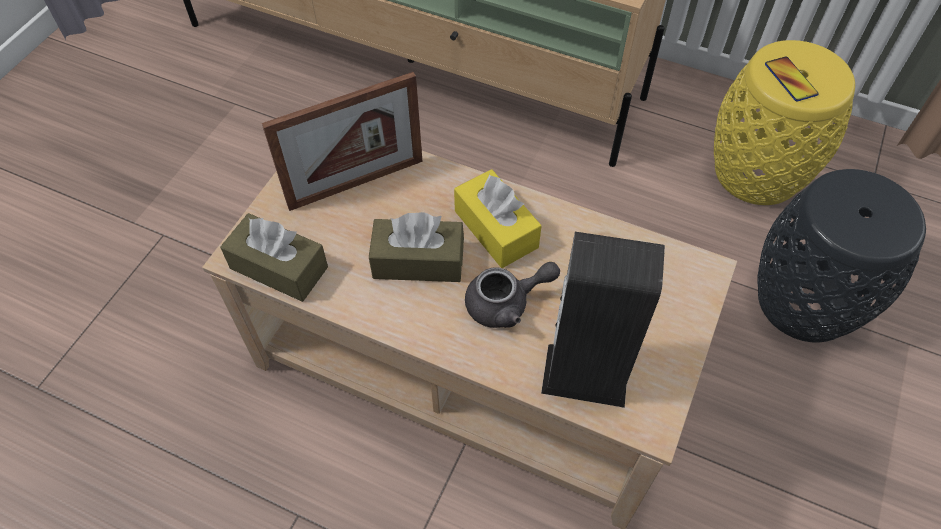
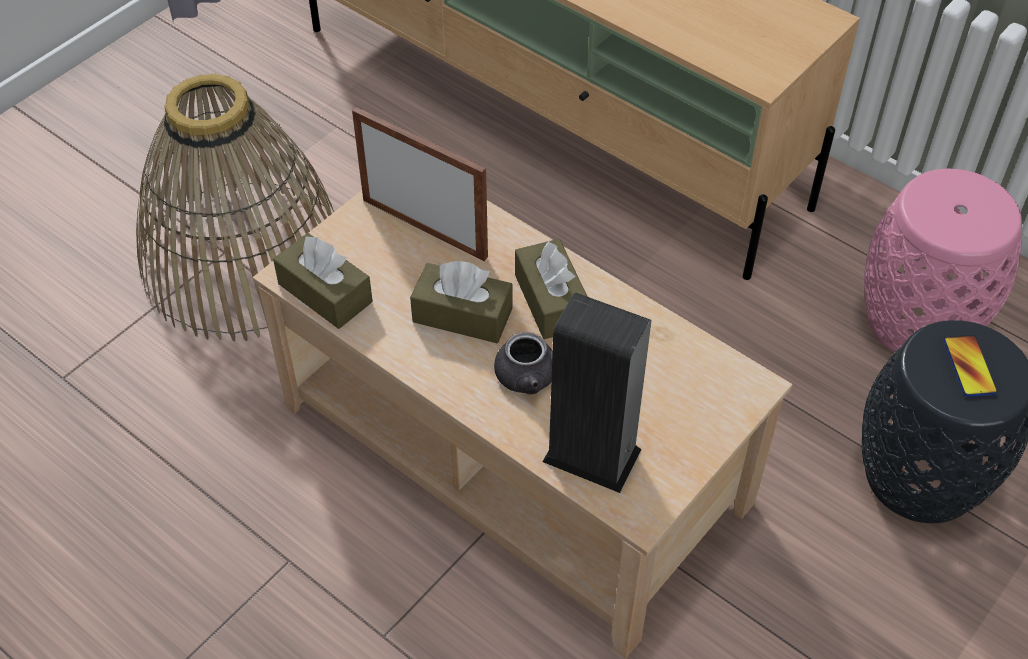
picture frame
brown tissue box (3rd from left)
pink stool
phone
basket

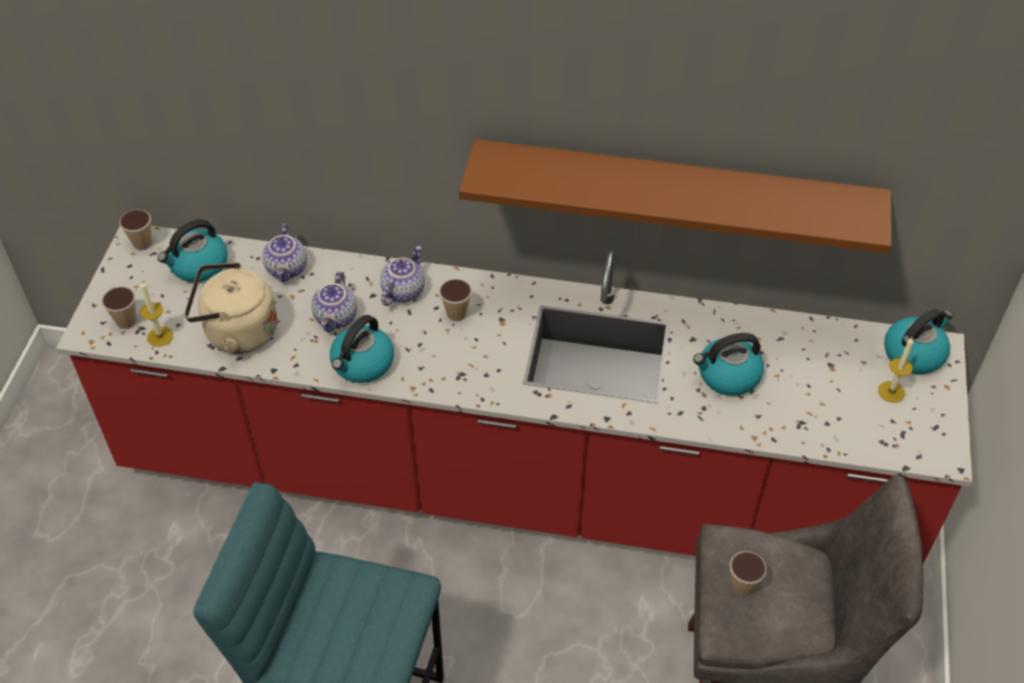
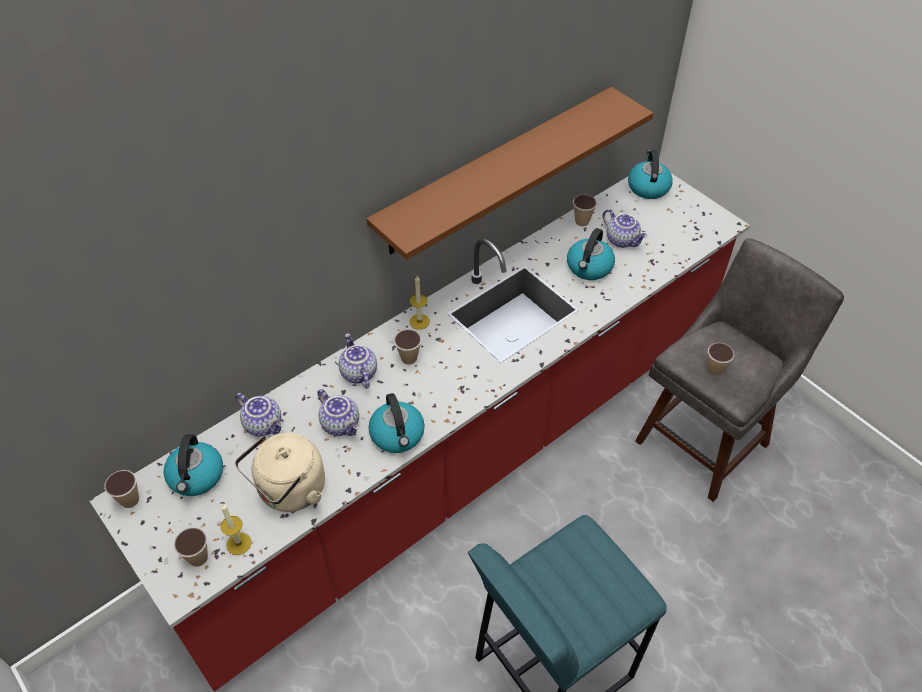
candle (2nd from left)
cup (4th from left)
teapot (4th from left)

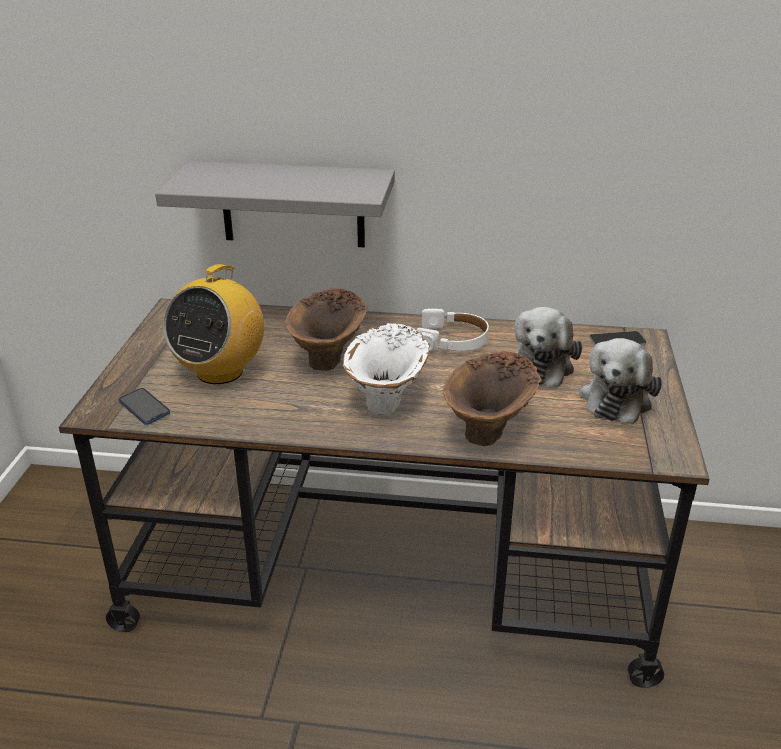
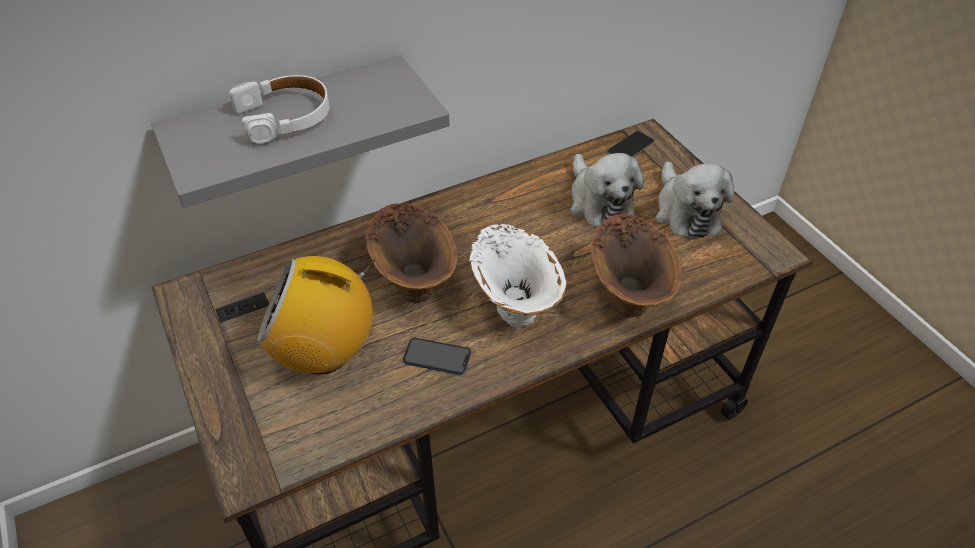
phone (1st from left)
radio
white headphones

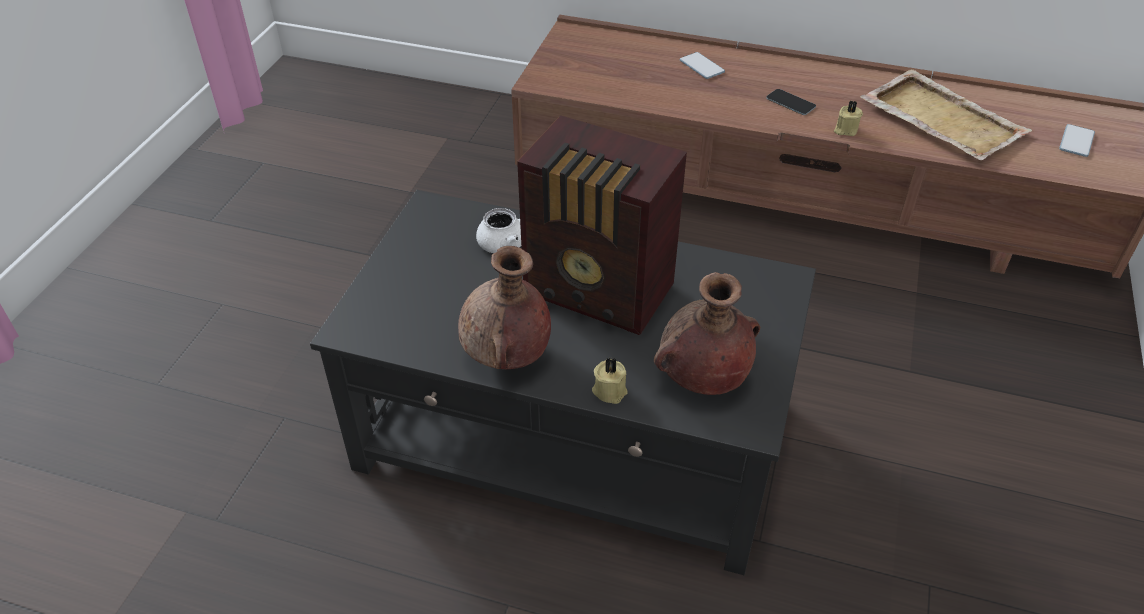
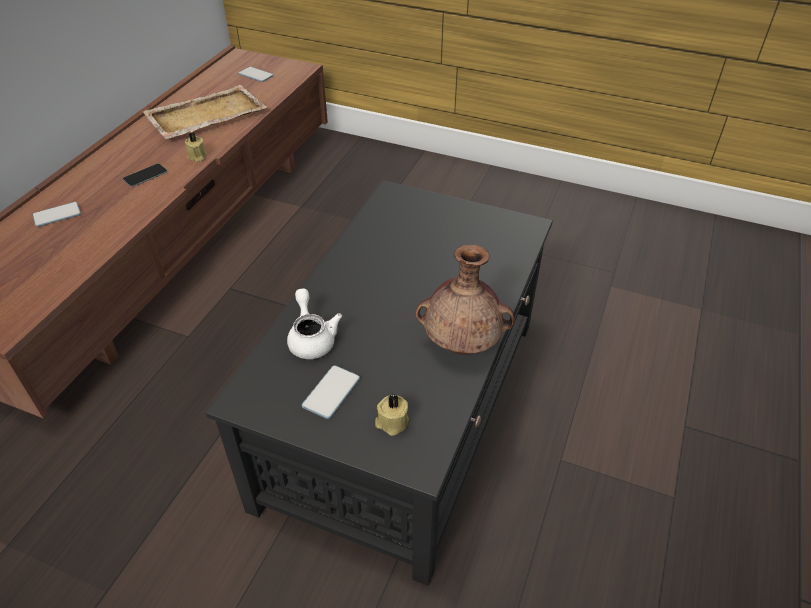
radio
beige candle (2nd from left)
brown vase (2nd from left in the first image)
phone (4th from left)

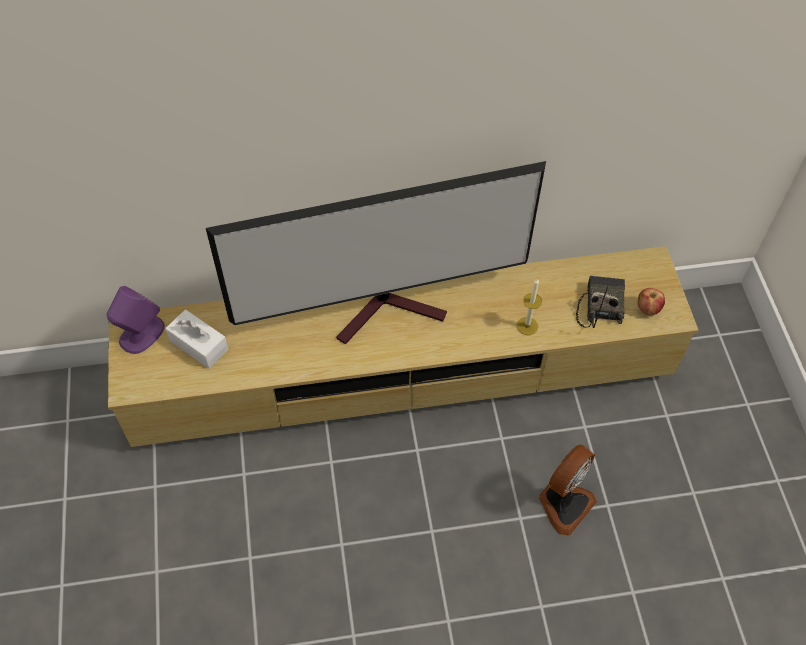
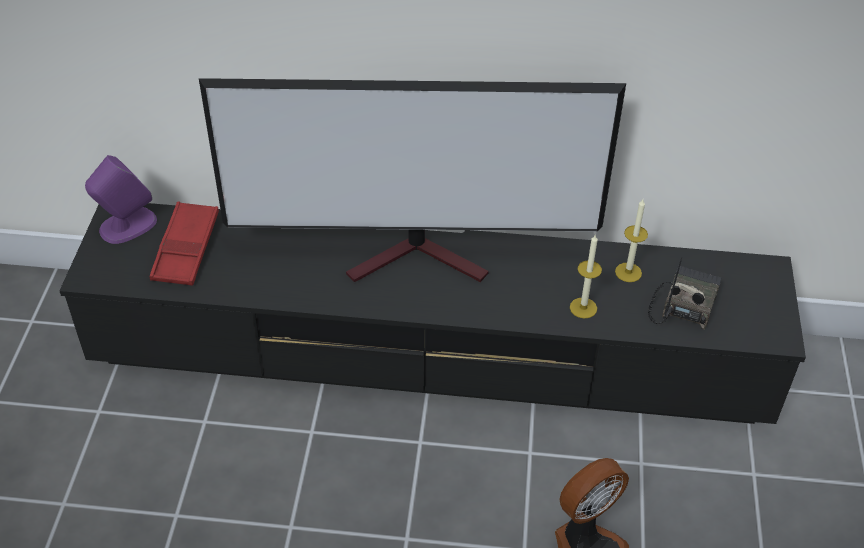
black tv stand
red tray
apple
candle (2nd from left)

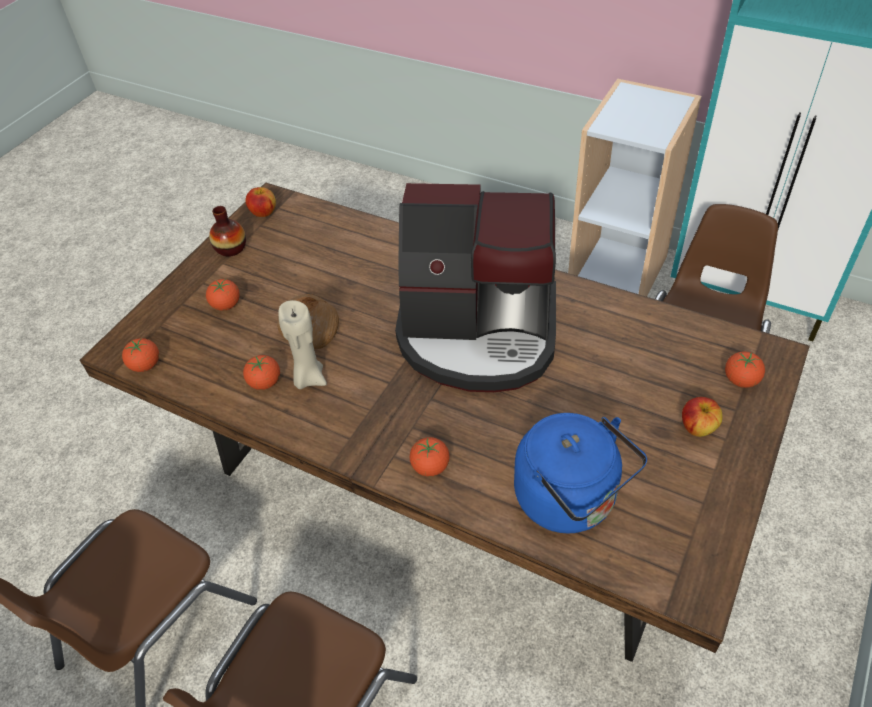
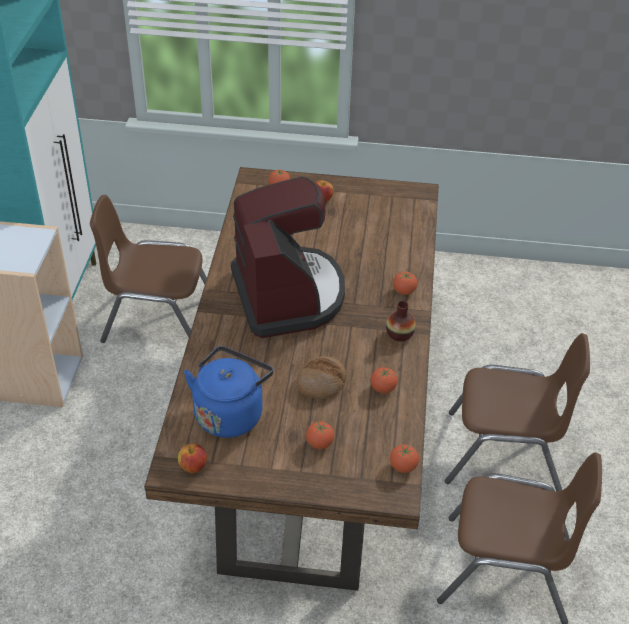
vase
beige candle
blue kettle

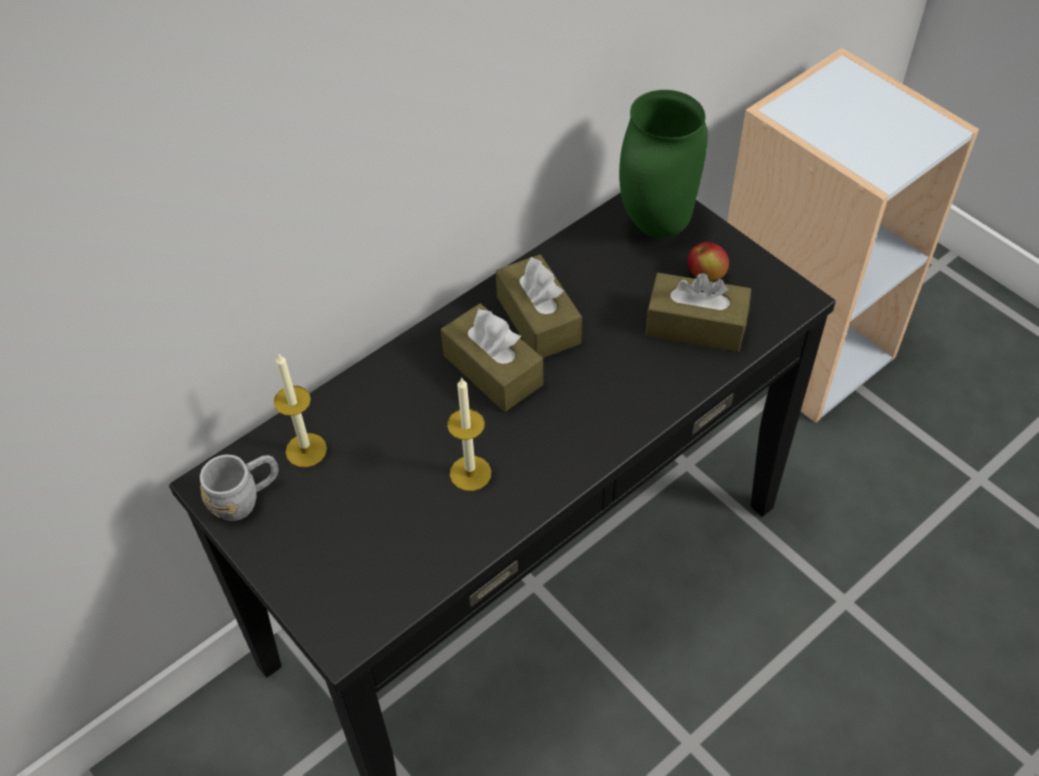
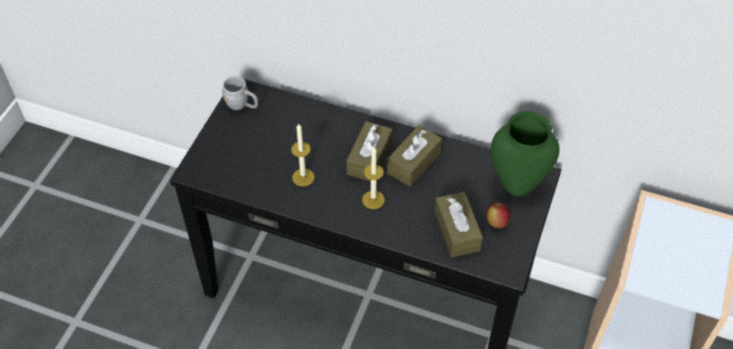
candle (2nd from left)

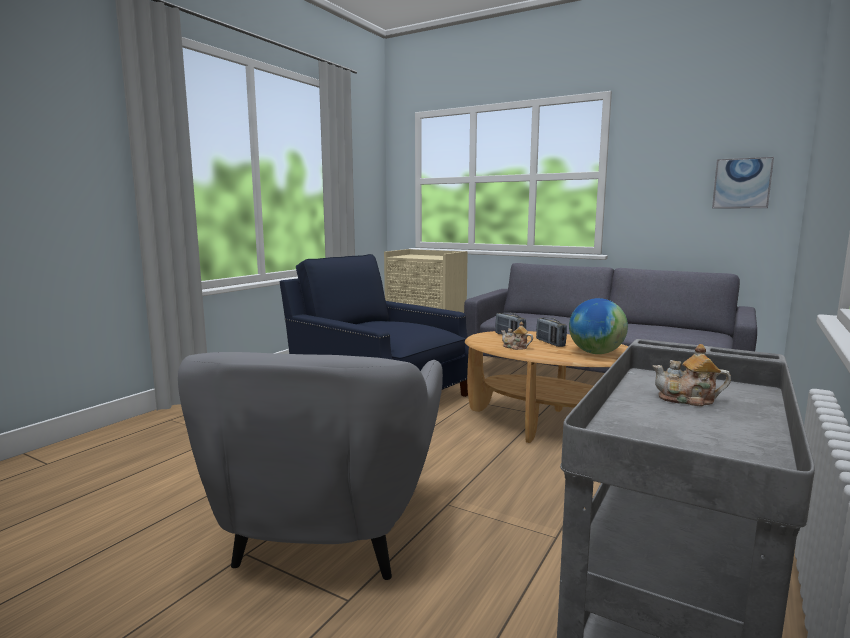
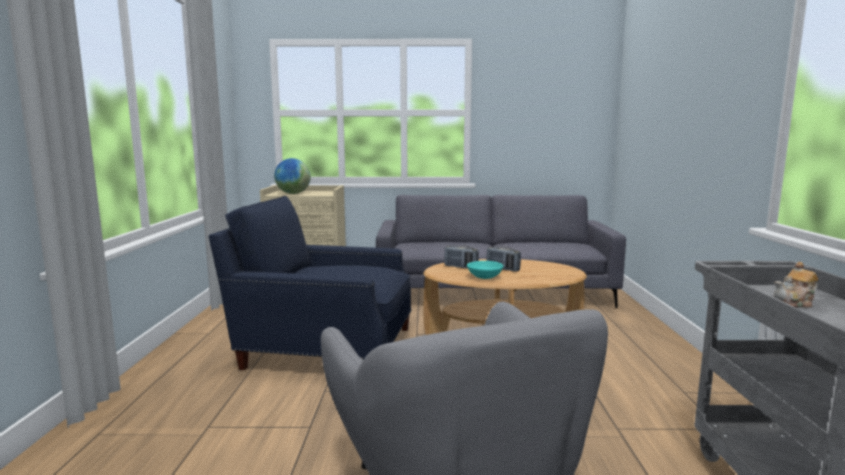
turquoise bowl
globe
picture

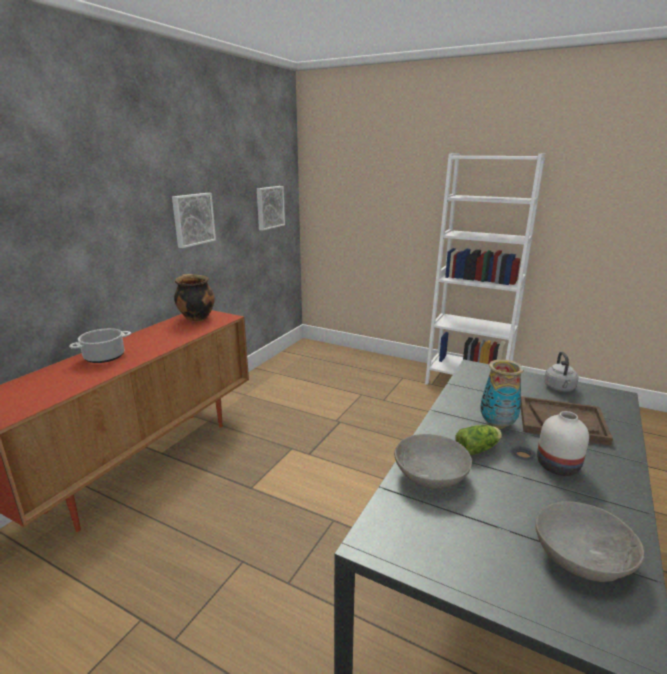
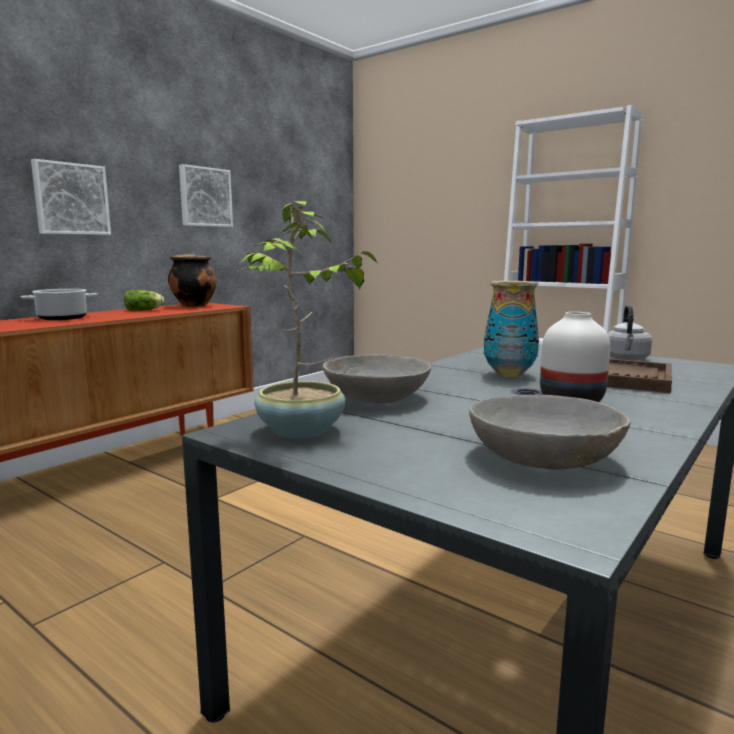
picture (1st from left)
lettuce
potted plant

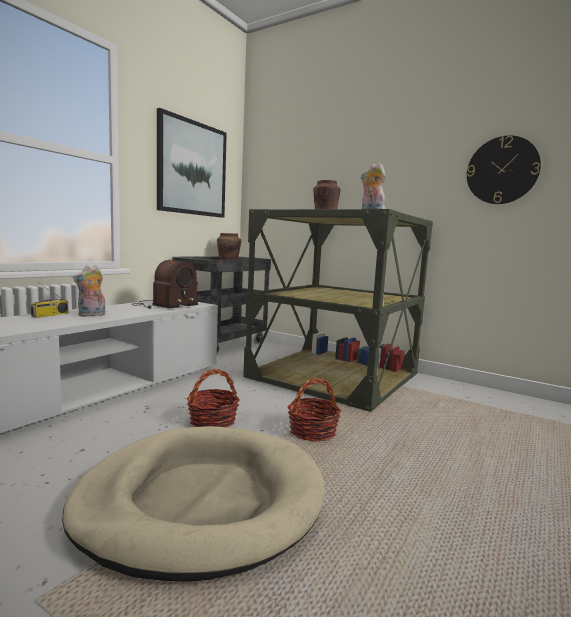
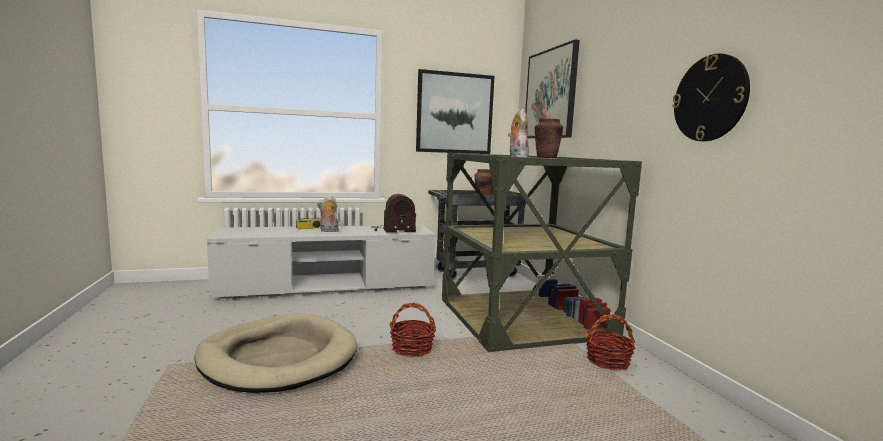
basket (2nd from left)
picture (2nd from left)

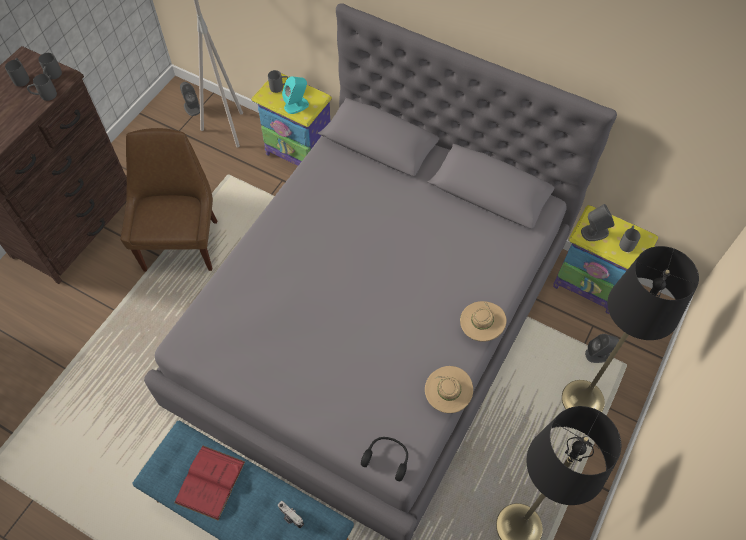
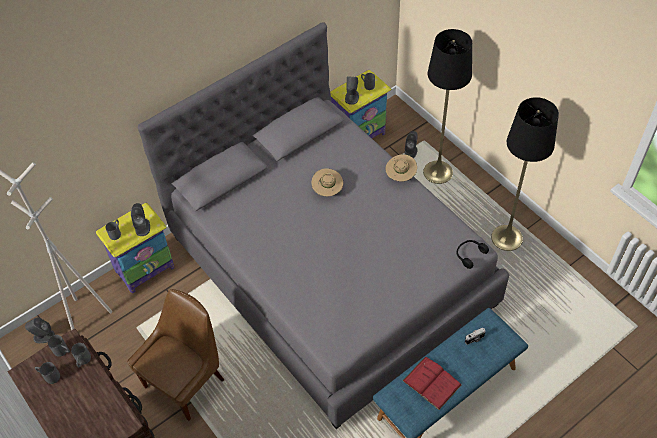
brown chair
grey speaker (2nd from left)
beige hat (1st from left)

